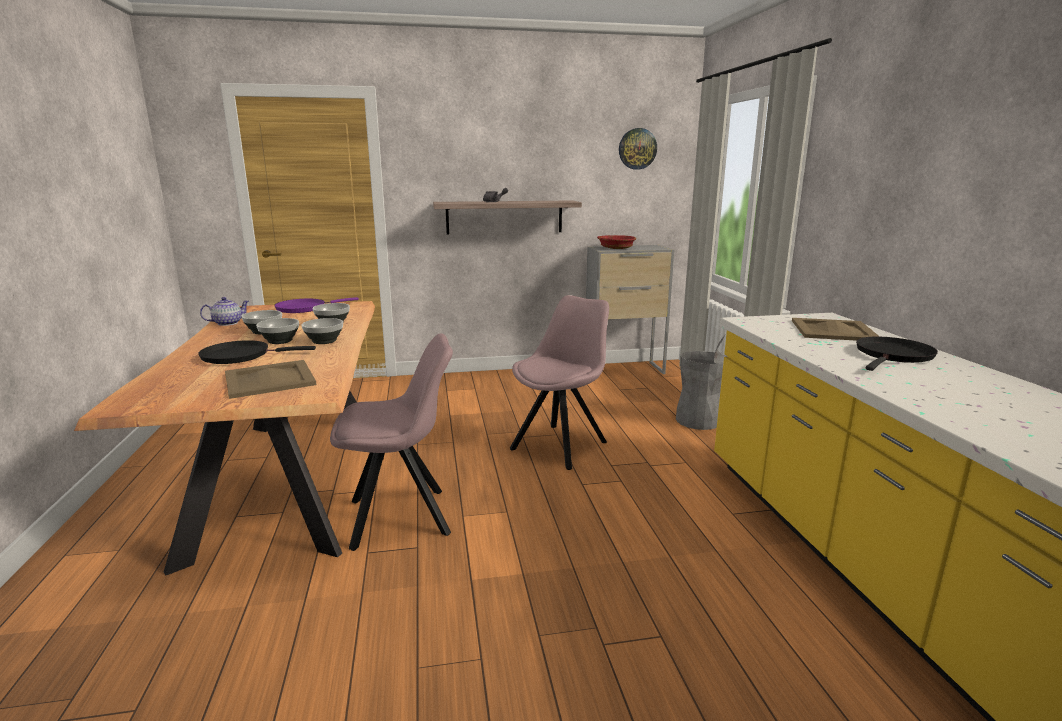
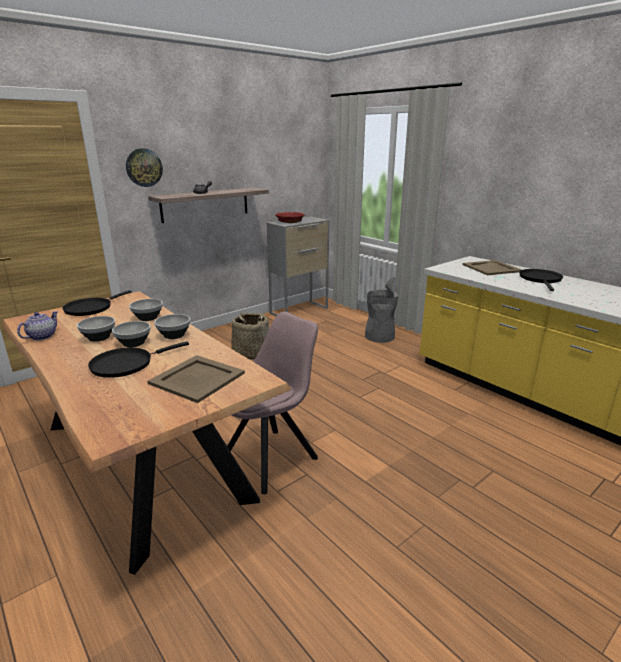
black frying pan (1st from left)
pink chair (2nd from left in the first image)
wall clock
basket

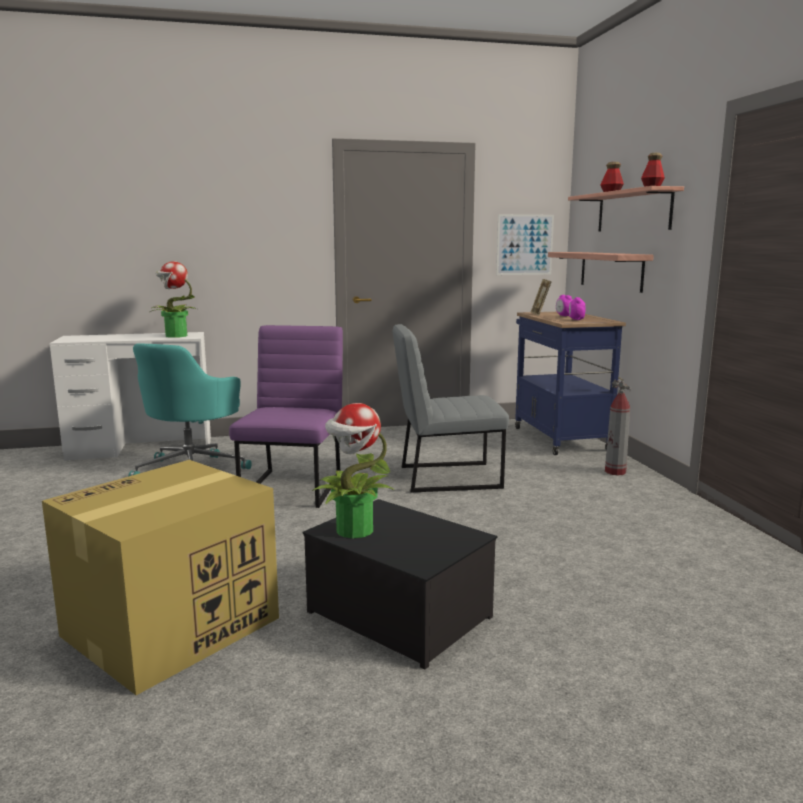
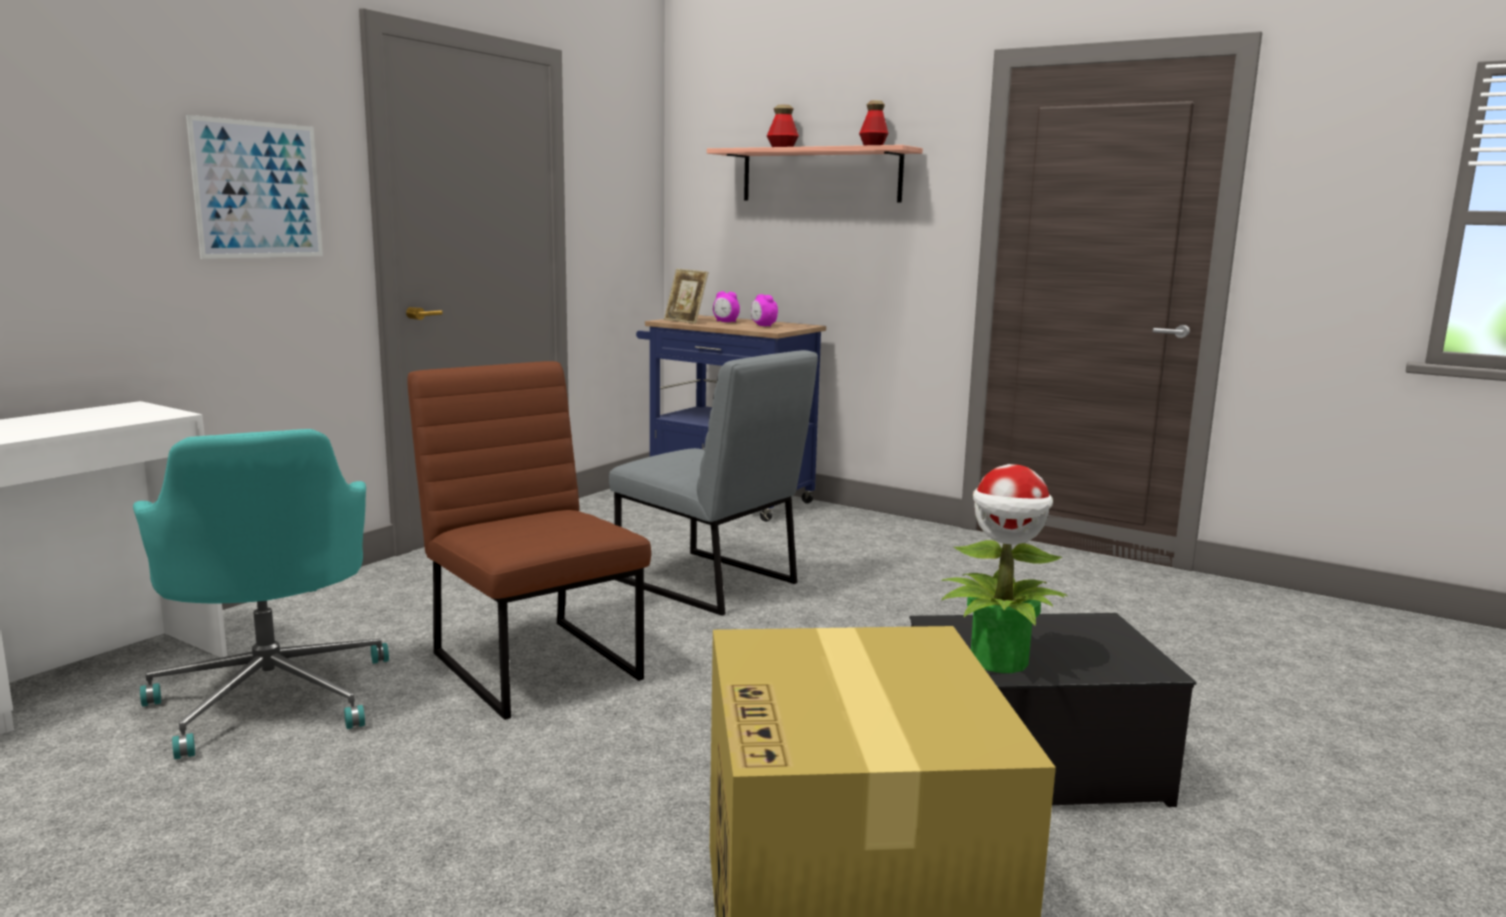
potted plant (1st from left in the first image)
brown chair
grey chair
picture
shelf (1st from left in the first image)
fire extinguisher

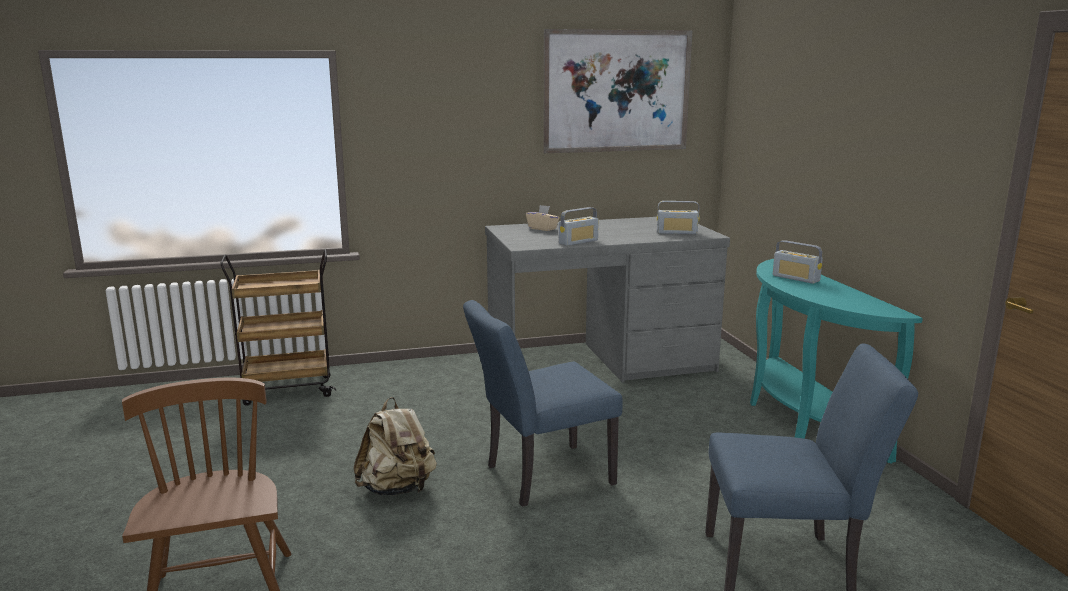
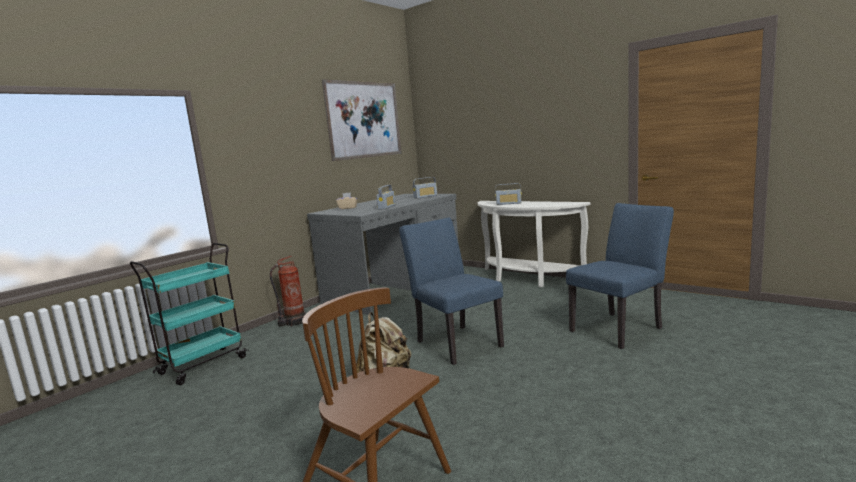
turquoise cart
blue chair (1st from left)
white console table
fire extinguisher

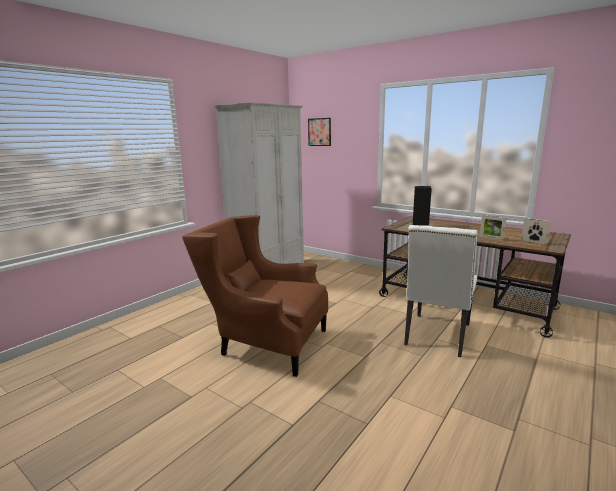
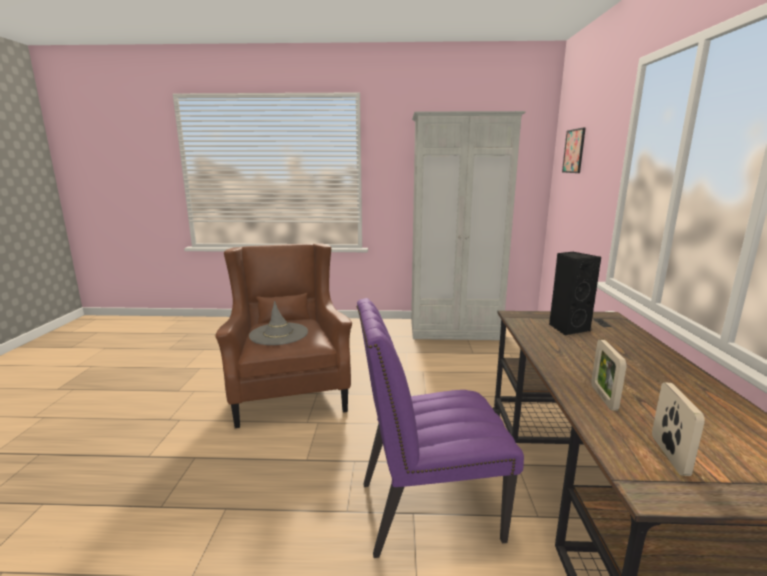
purple chair
grey hat

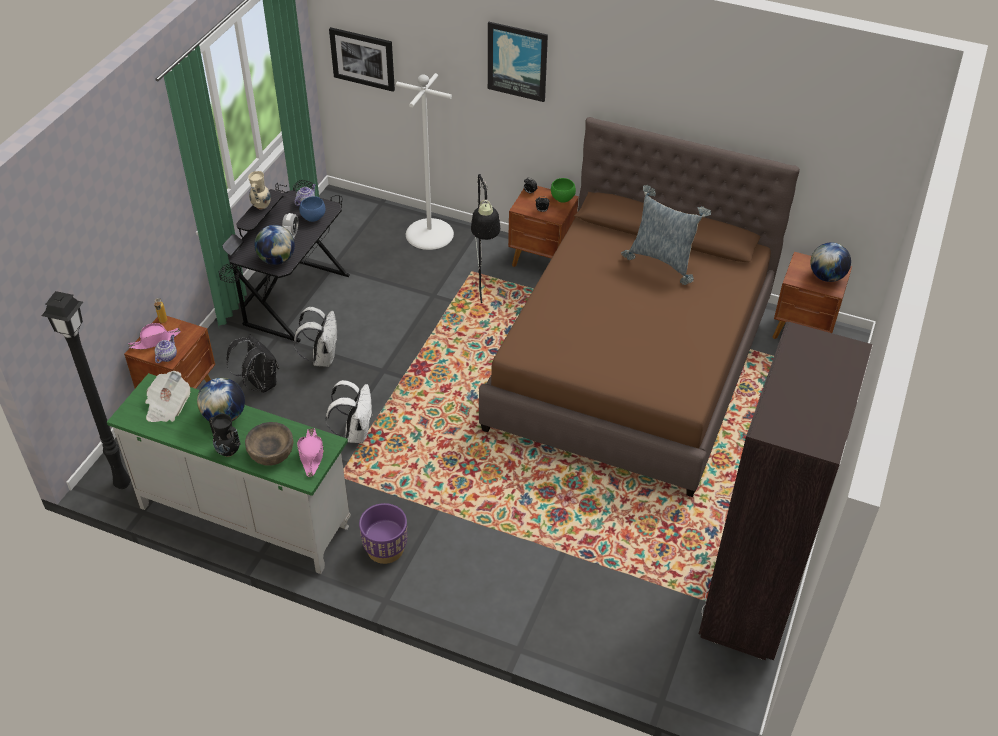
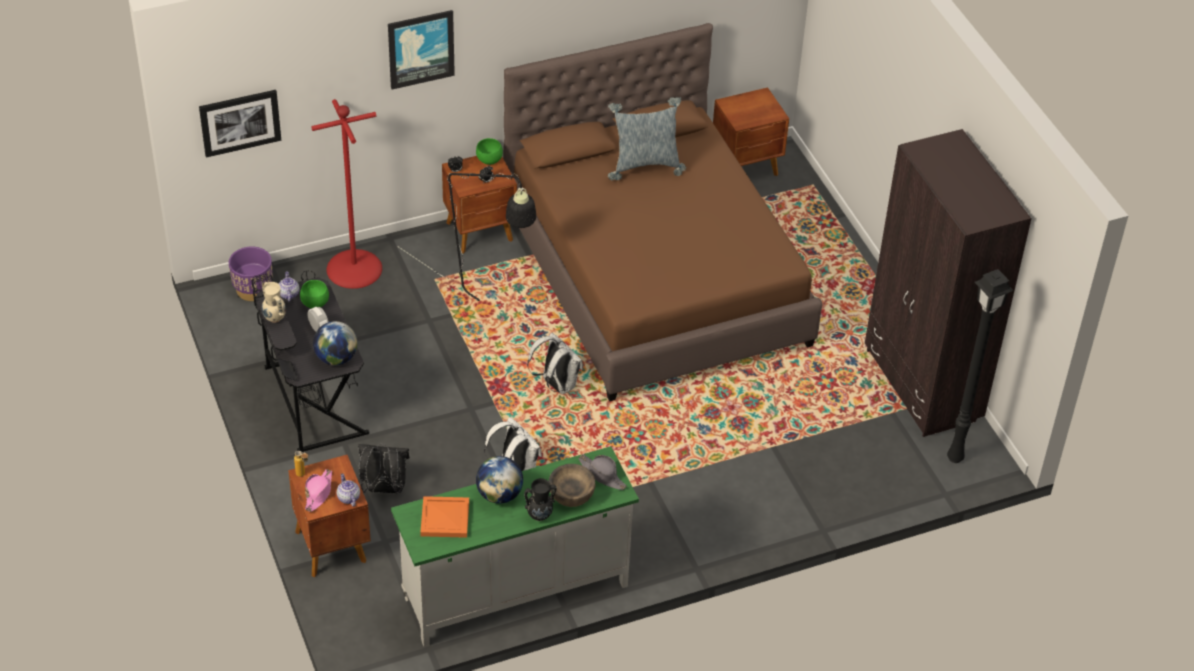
black floor lamp (2nd from left)
orange tray
white backpack (2nd from left)
grey hat
green bowl (1st from left)
purple planter
red clothes rack
globe (3rd from left in the first image)

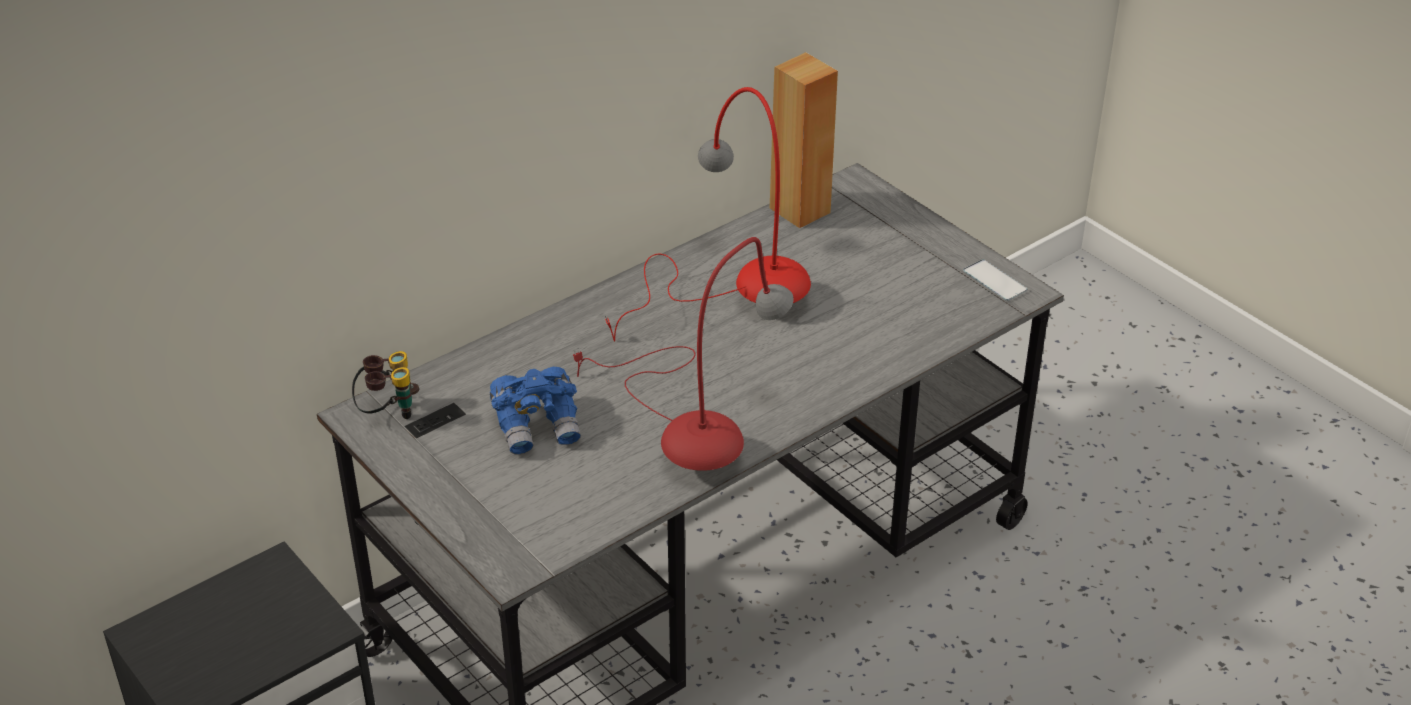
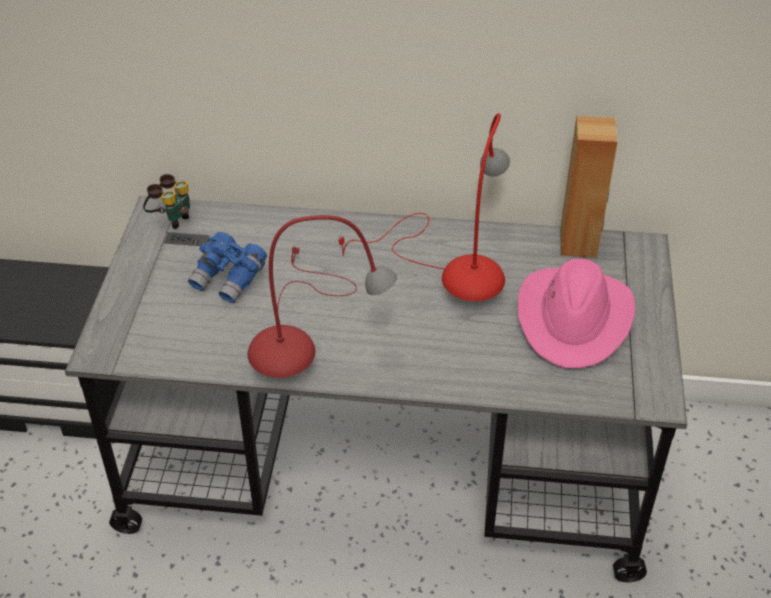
phone
pink hat

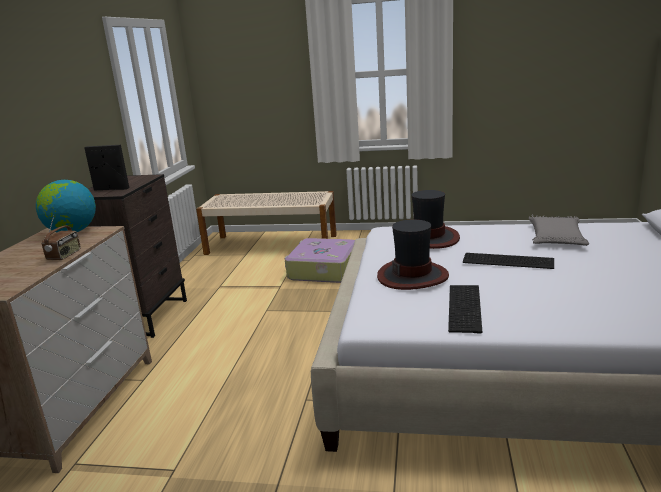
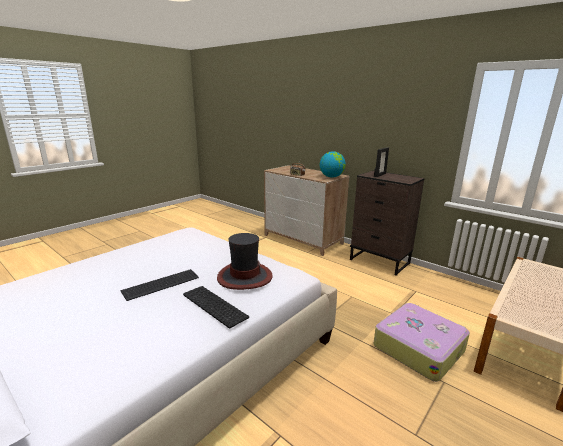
hat (1st from left in the first image)
keyboard (2nd from left)
grey pillow

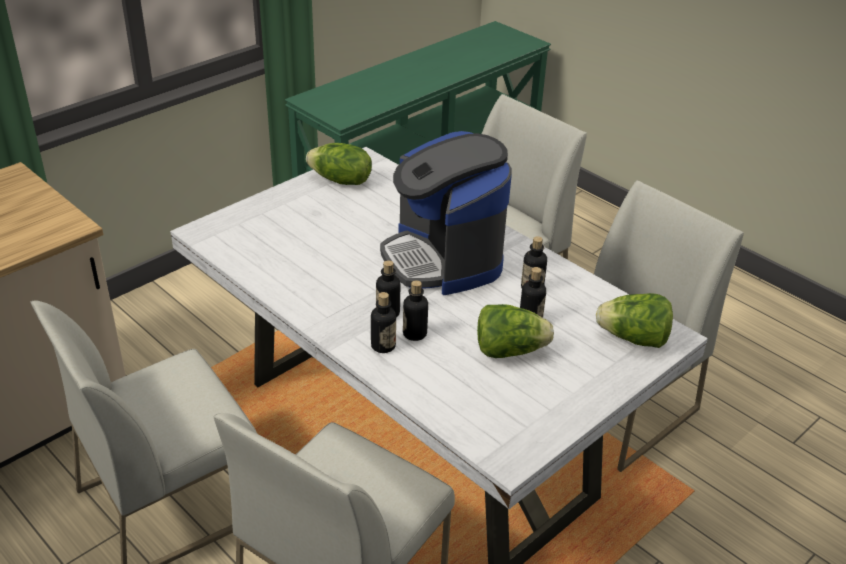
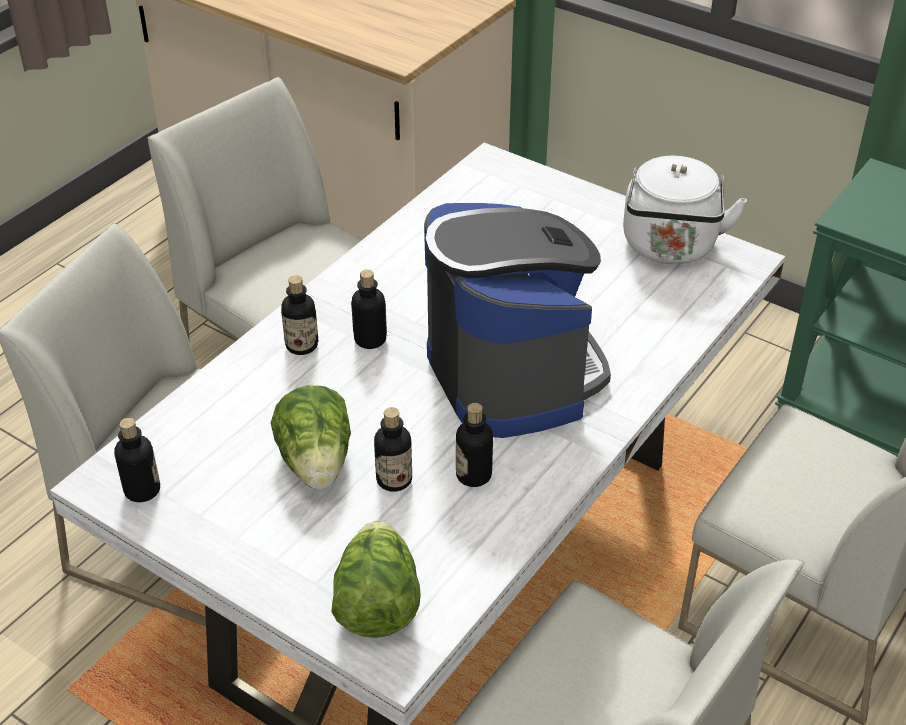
white kettle
coffee machine
bottle (1st from left)

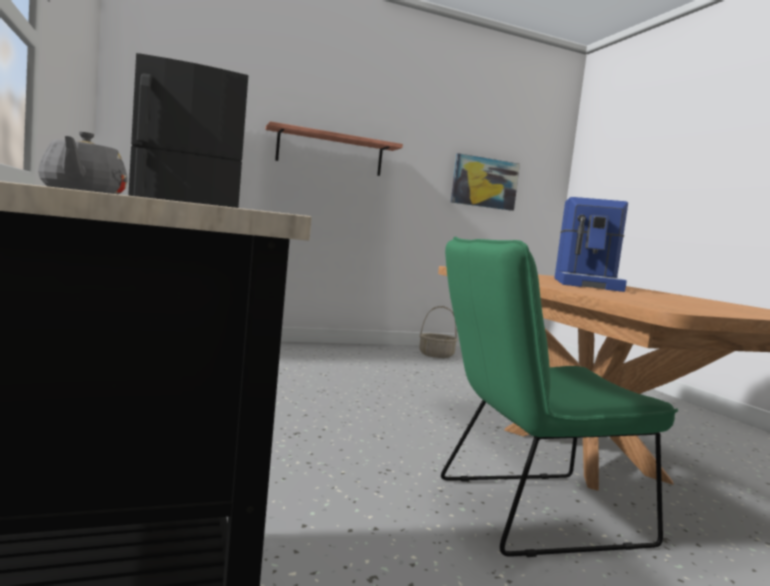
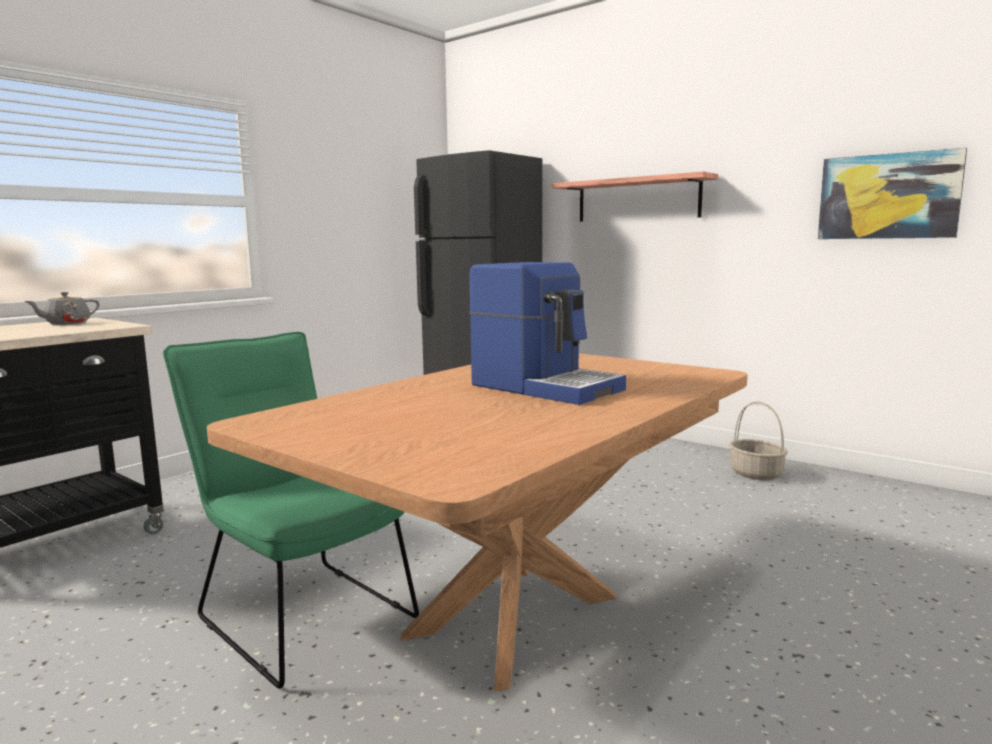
coffee machine

